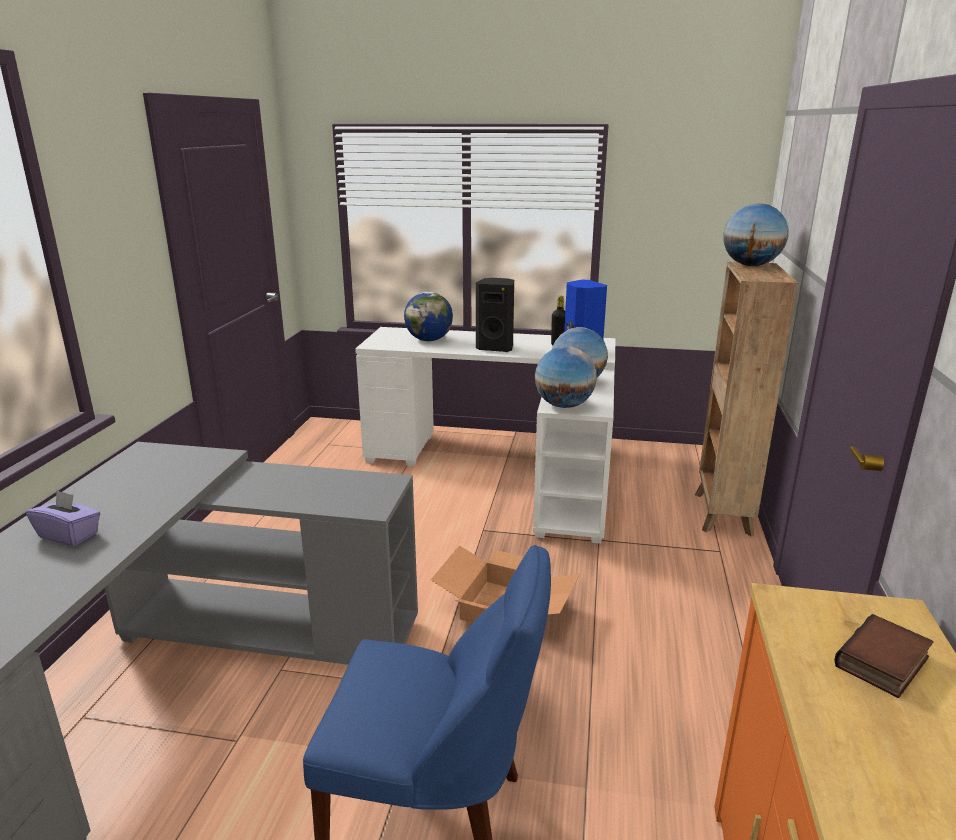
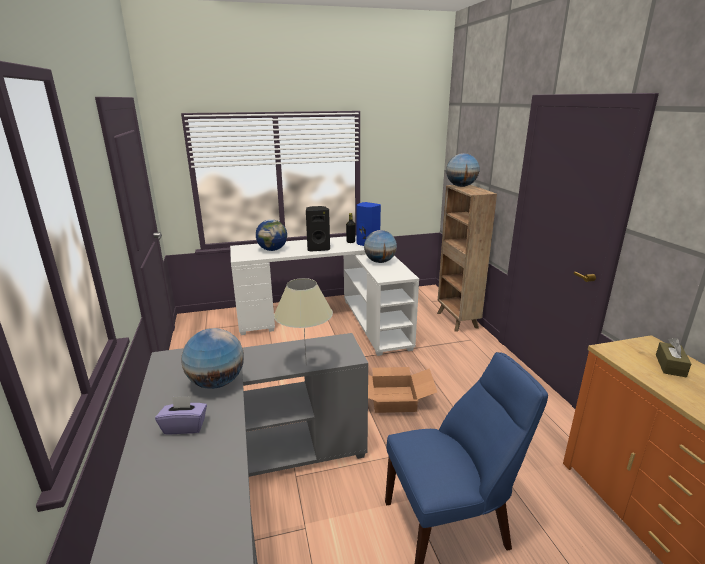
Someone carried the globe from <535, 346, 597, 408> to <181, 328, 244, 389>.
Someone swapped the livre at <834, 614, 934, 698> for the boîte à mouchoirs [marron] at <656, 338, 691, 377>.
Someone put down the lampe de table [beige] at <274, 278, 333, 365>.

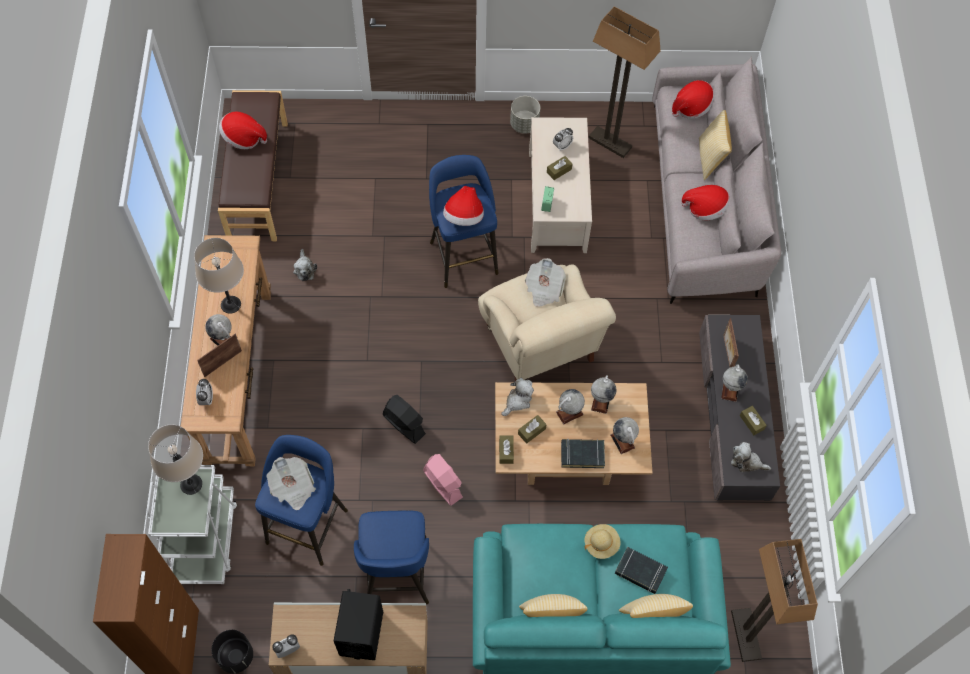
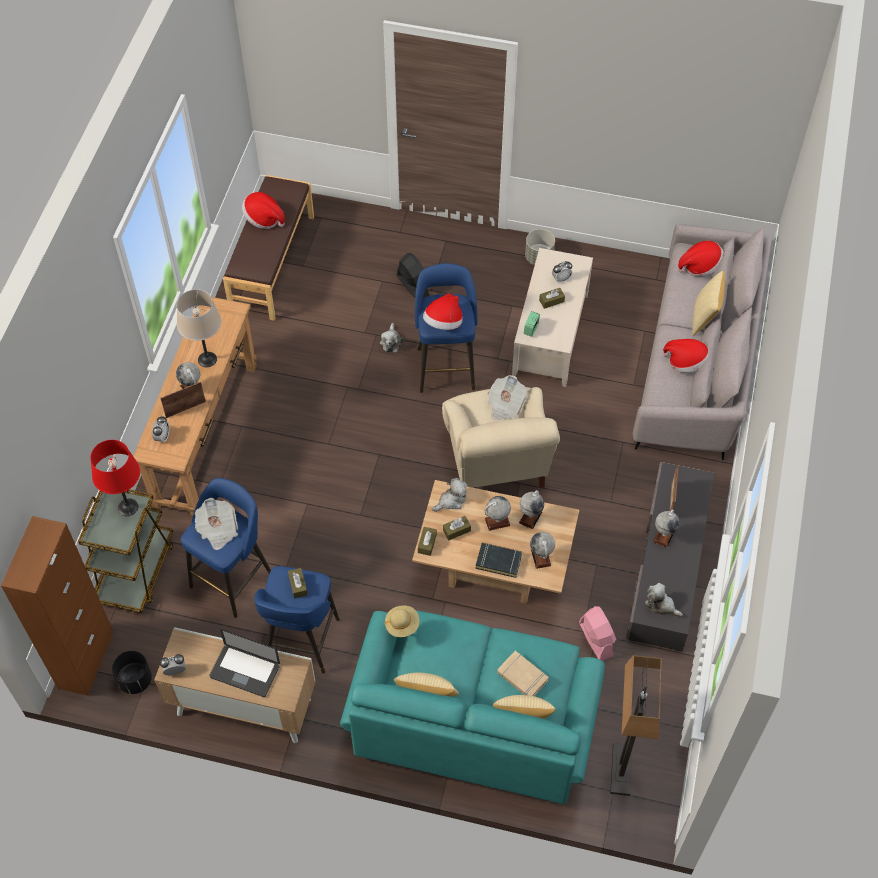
Someone repainted the chariot [blanc] at <147, 465, 238, 584>, which became the chariot [marron] at <78, 489, 174, 613>.
Someone repainted the lampe de table [beige] at <148, 425, 203, 495>, which became the lampe de table [rouge] at <90, 440, 140, 516>.
Someone carried the peluche from <293, 249, 317, 281> to <380, 323, 403, 352>.
Someone swapped the enceinte [noir] at <334, 589, 383, 660> for the ordinateur portable at <209, 629, 280, 697>.
Someone carried the ventilateur [noir] from <383, 395, 426, 444> to <397, 253, 430, 298>.
Someone carried the ventilateur [rose] from <423, 454, 463, 506> to <579, 606, 616, 661>.
Someone carried the chapeau [beige] from <585, 524, 620, 559> to <385, 605, 419, 637>.
Someone took away the lampadaire at <589, 6, 661, 158>.
Someone repainted the livre [noir] at <615, 547, 668, 594>, which became the livre [beige] at <497, 651, 549, 696>.
Someone carried the boîte à mouchoirs [marron] from <740, 406, 767, 435> to <288, 568, 308, 599>.

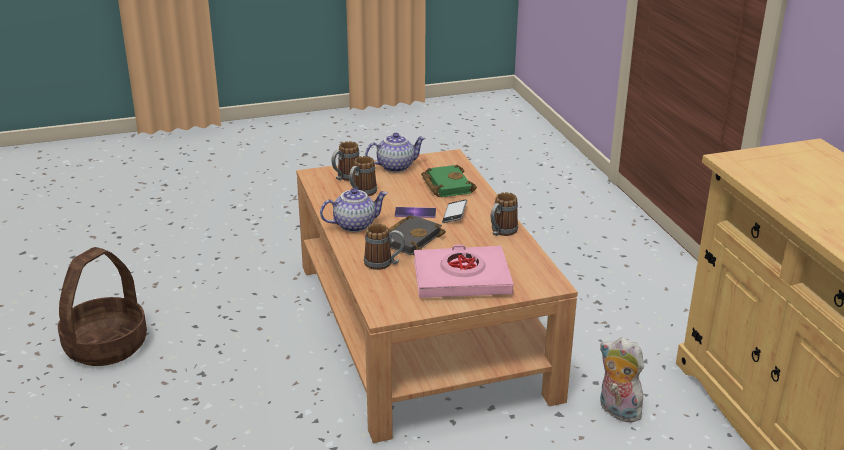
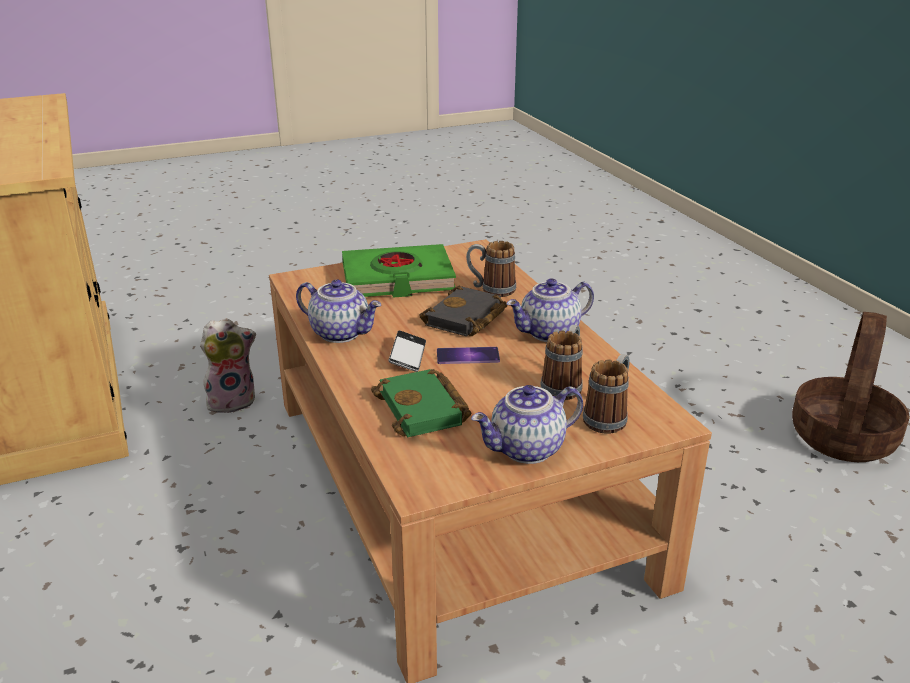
Someone repainted the livre [rose] at <414, 244, 513, 298>, which became the livre [vert] at <342, 244, 456, 298>.
Someone swapped the mug at <491, 192, 518, 236> for the théière at <296, 279, 381, 343>.
Someone rotated the peluche at <599, 337, 644, 423> by 60 degrees counterclockwise.

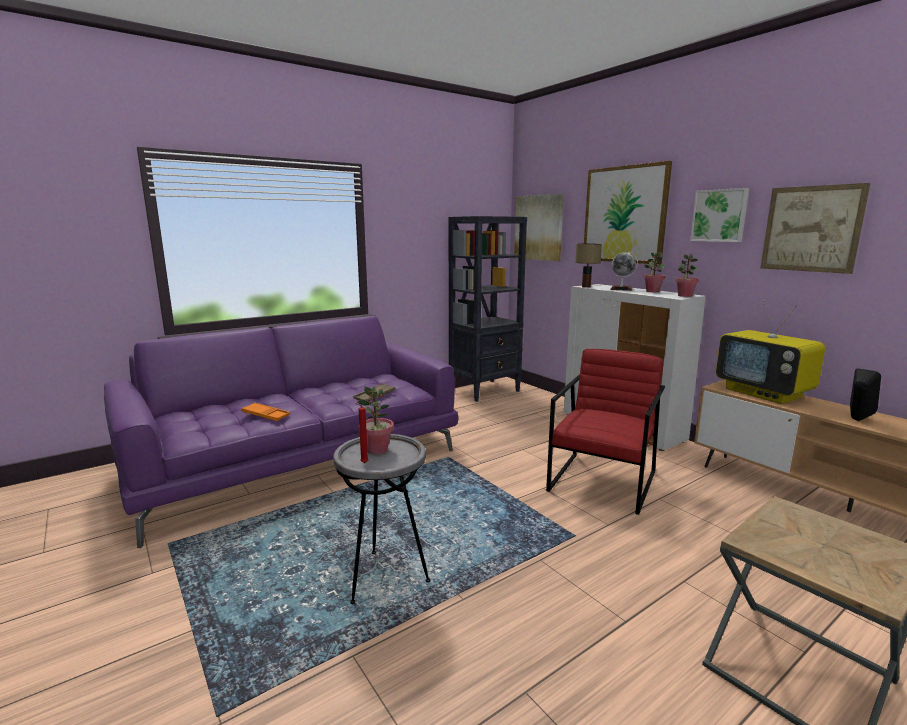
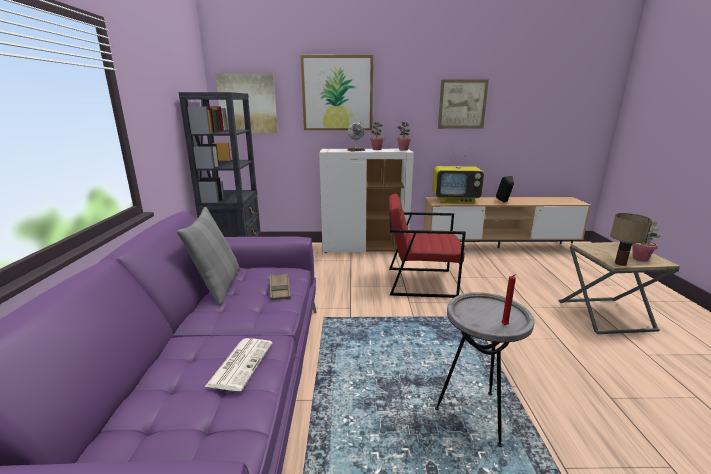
Someone swapped the plateau [orange] at <241, 403, 290, 421> for the journal at <205, 338, 273, 391>.
Someone carried the plante en pot from <357, 386, 394, 454> to <632, 220, 661, 261>.
Someone rotated the fauteuil [rouge] at <546, 349, 665, 515> by 60 degrees counterclockwise.
Someone carried the lampe de table from <575, 244, 602, 288> to <610, 213, 651, 266>.
Someone took away the tableau at <690, 188, 749, 242>.
Someone put down the coussin [gris] at <177, 207, 240, 305>.

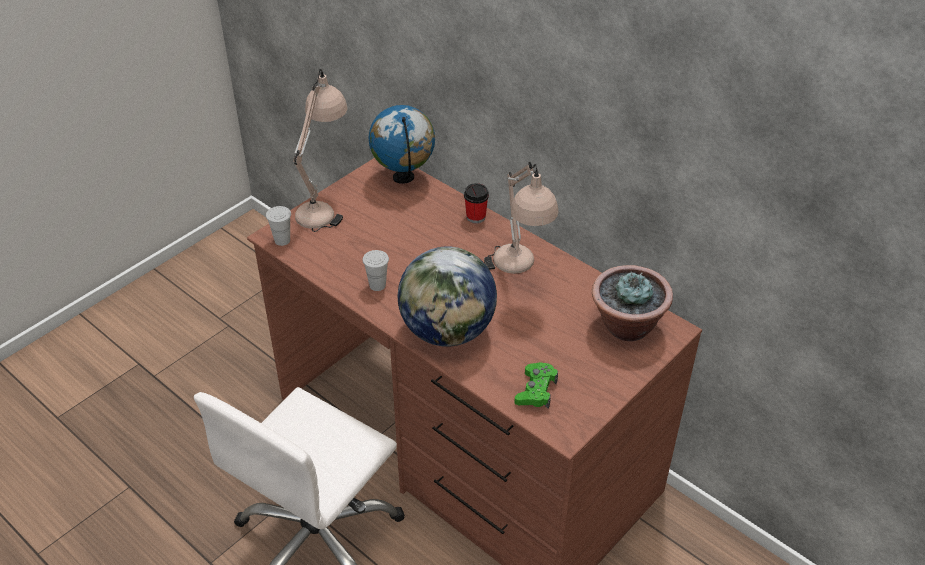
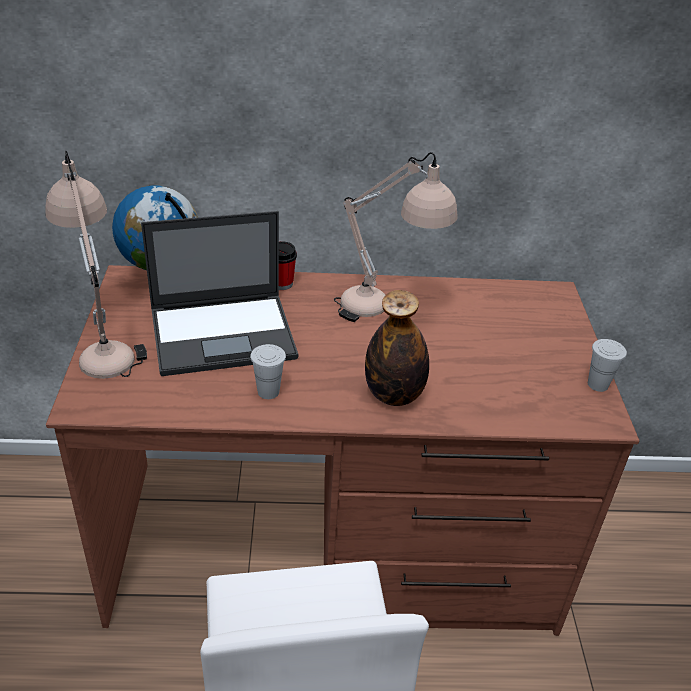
Someone carried the tasse [blanc] from <266, 206, 291, 246> to <588, 339, 627, 392>.
Someone swapped the globe at <398, 246, 497, 347> for the bouteille at <365, 290, 429, 406>.
Someone took away the manette [vert] at <514, 362, 558, 409>.
Someone took away the plante en pot at <592, 265, 673, 341>.
Someone put down the ordinateur portable at <141, 211, 298, 376>.

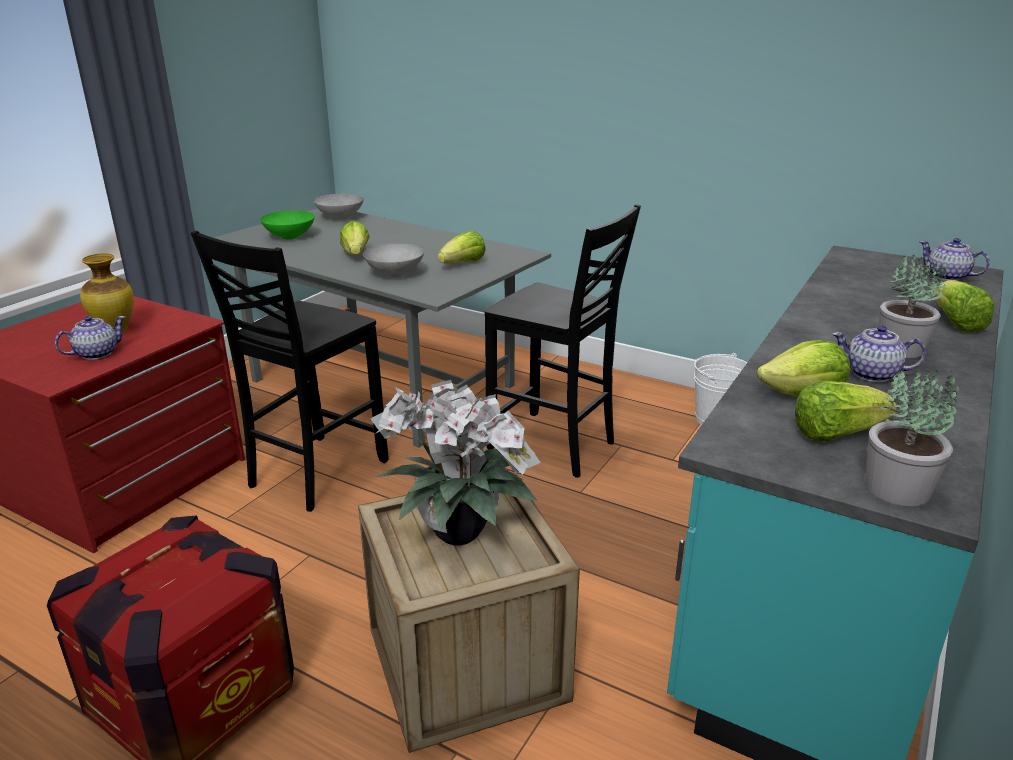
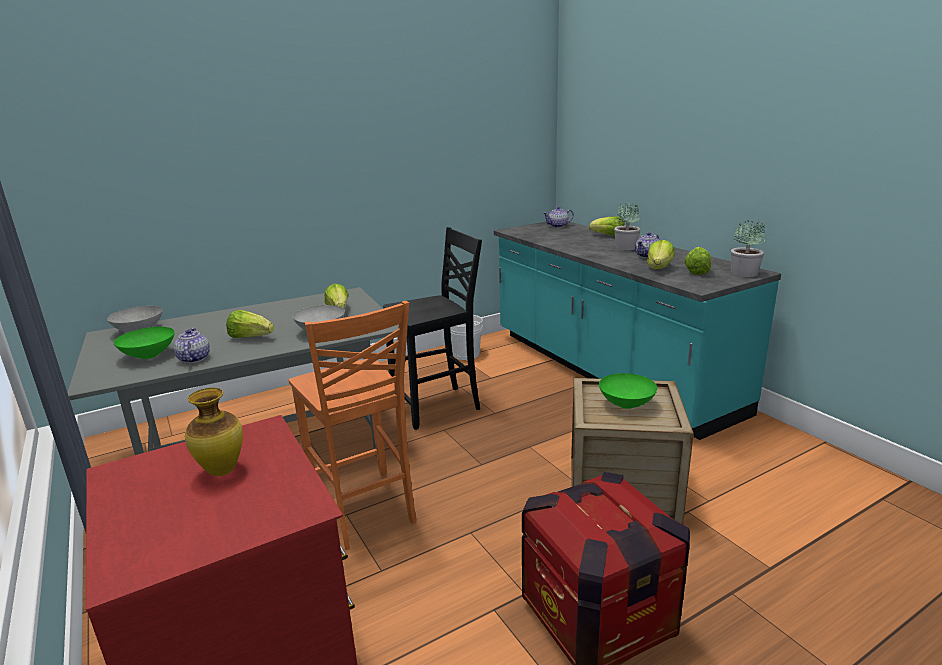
Someone carried the théière from <55, 316, 125, 360> to <174, 328, 210, 363>.
Someone repainted the chaise [noir] at <191, 231, 389, 512>, which became the chaise [orange] at <289, 301, 416, 550>.
Someone swapped the plante en pot at <370, 380, 541, 546> for the bol [vert] at <599, 373, 657, 409>.

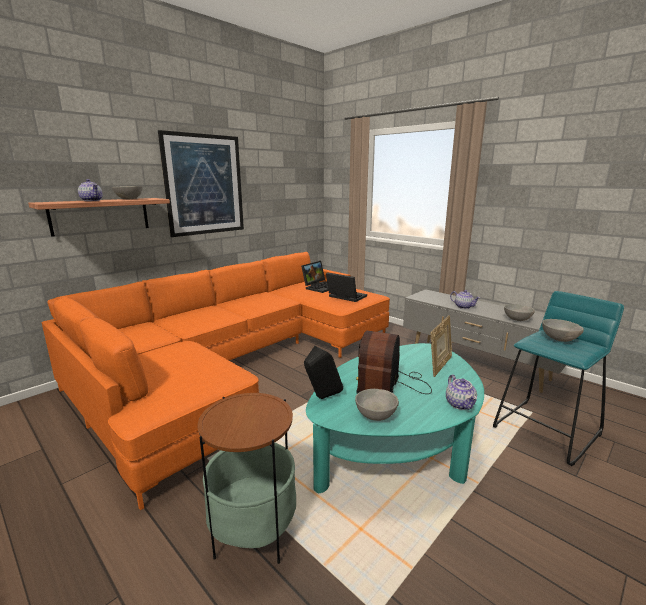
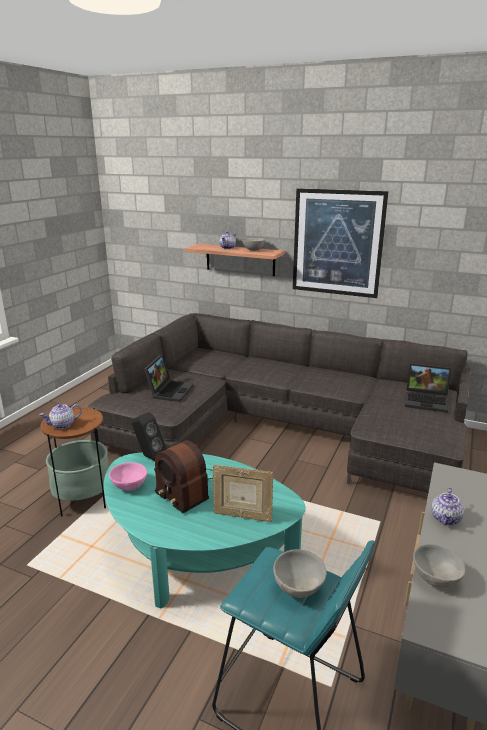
Someone repainted the canapé [orange] at <41, 252, 390, 510>, which became the canapé [gris] at <88, 313, 471, 493>.
Someone carried the ordinateur portable from <326, 272, 367, 302> to <144, 354, 194, 402>.
Someone repainted the bol [gris] at <355, 389, 399, 421>, which became the bol [rose] at <109, 462, 147, 491>.
Someone rotated the radio at <356, 331, 432, 394> by 135 degrees counterclockwise.
Someone carried the théière from <446, 374, 477, 410> to <39, 404, 82, 429>.

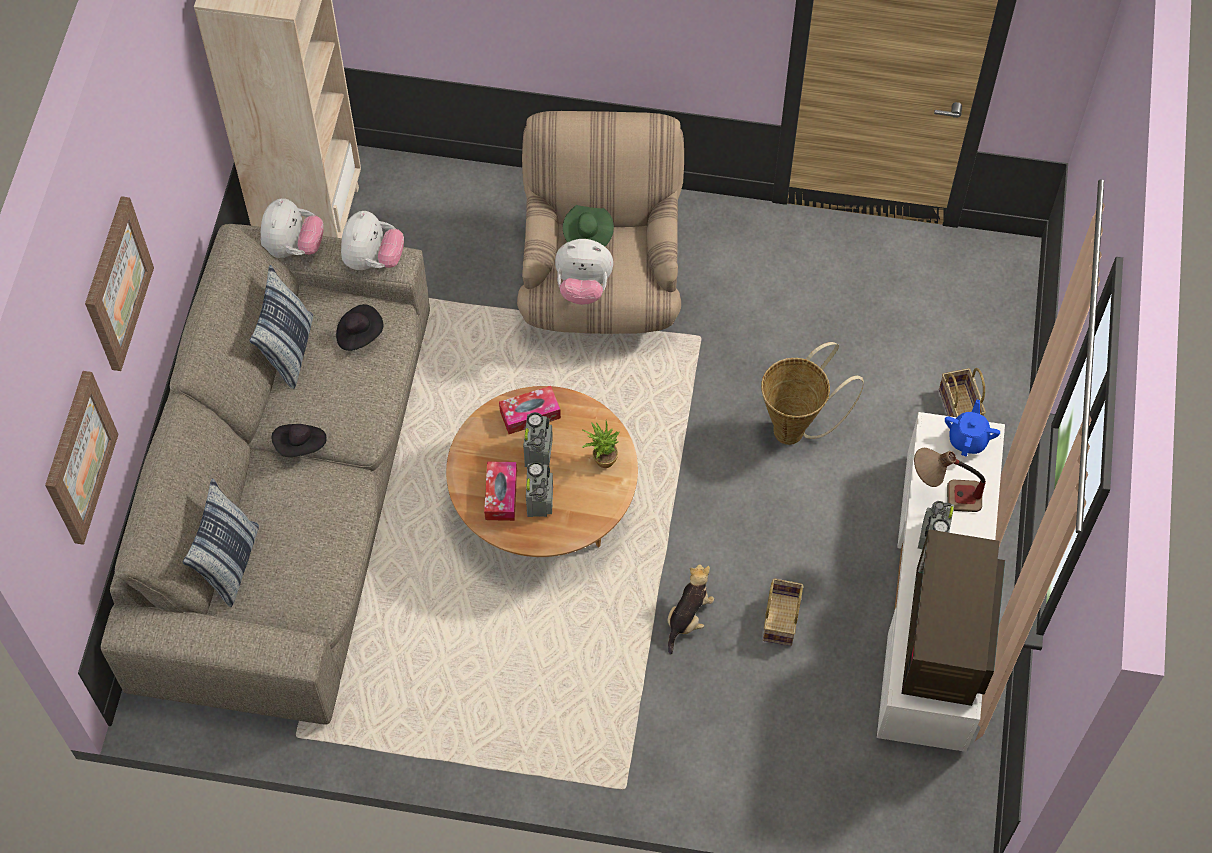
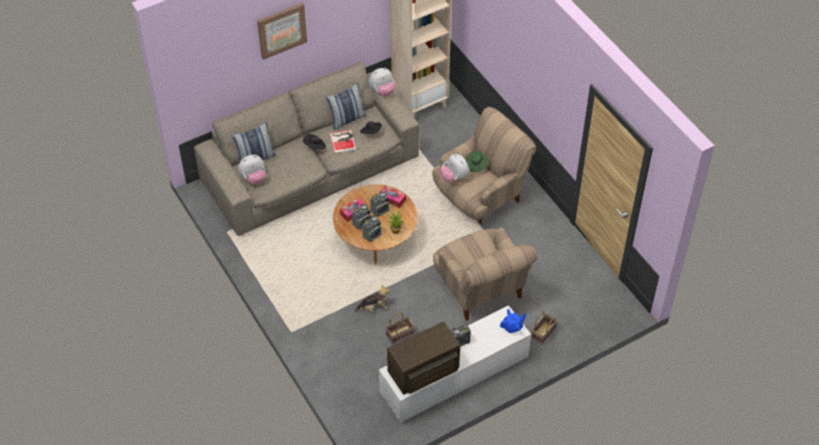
Someone took away the tableau at <45, 371, 119, 545>.
Someone carried the peluche from <341, 211, 404, 270> to <238, 155, 266, 184>.
Someone swapped the panier at <761, 342, 864, 445> for the fauteuil [beige] at <433, 228, 537, 321>.
Someone took away the lampe de table at <914, 448, 986, 512>.
Someone put down the livre at <329, 130, 356, 154>.
Someone put down the radio at <362, 216, 381, 242>.

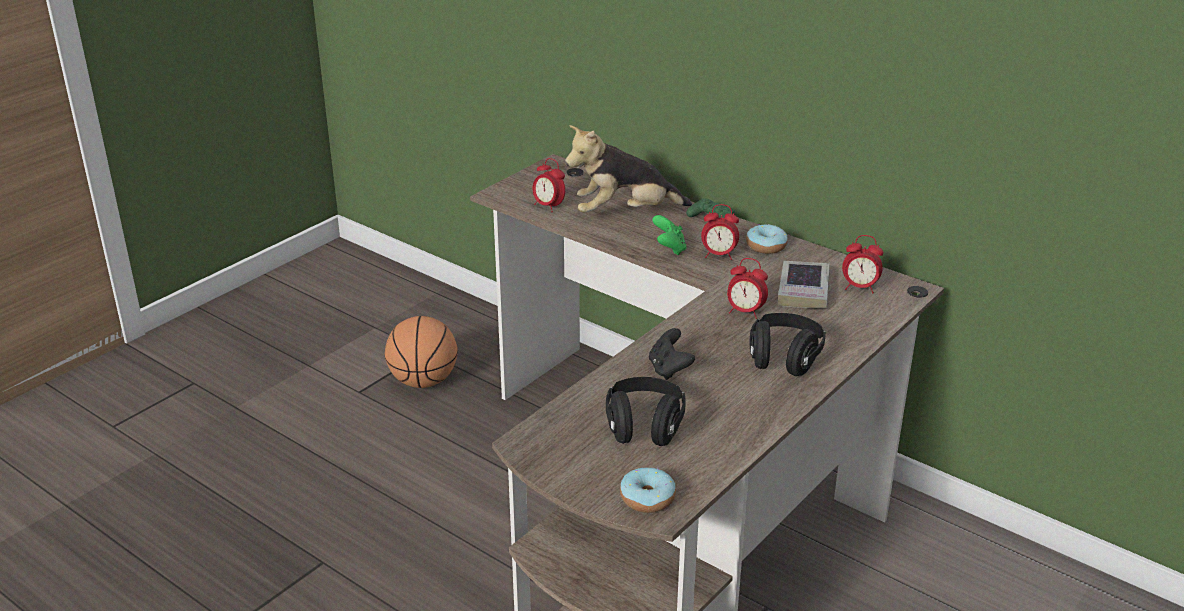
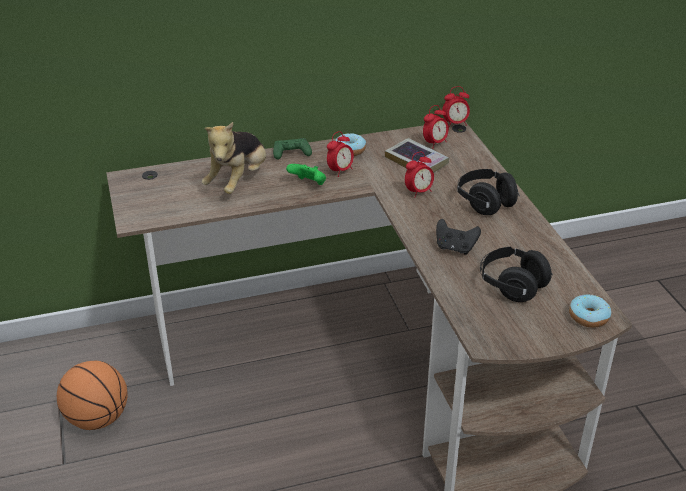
Someone carried the réveil from <533, 158, 565, 212> to <442, 86, 470, 126>.

